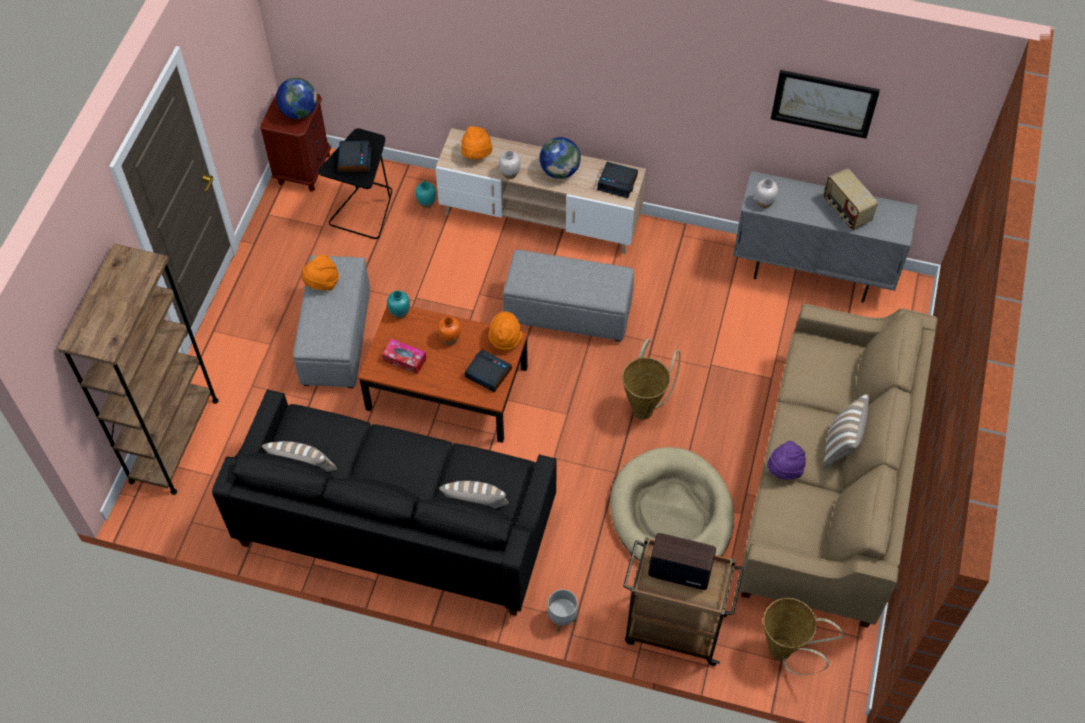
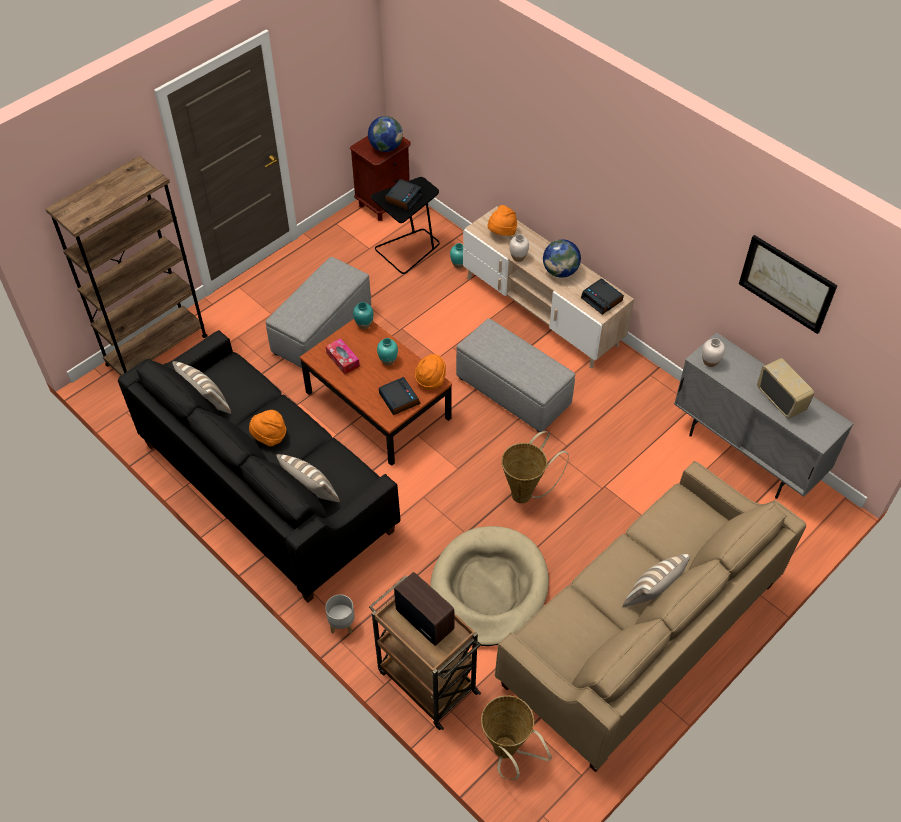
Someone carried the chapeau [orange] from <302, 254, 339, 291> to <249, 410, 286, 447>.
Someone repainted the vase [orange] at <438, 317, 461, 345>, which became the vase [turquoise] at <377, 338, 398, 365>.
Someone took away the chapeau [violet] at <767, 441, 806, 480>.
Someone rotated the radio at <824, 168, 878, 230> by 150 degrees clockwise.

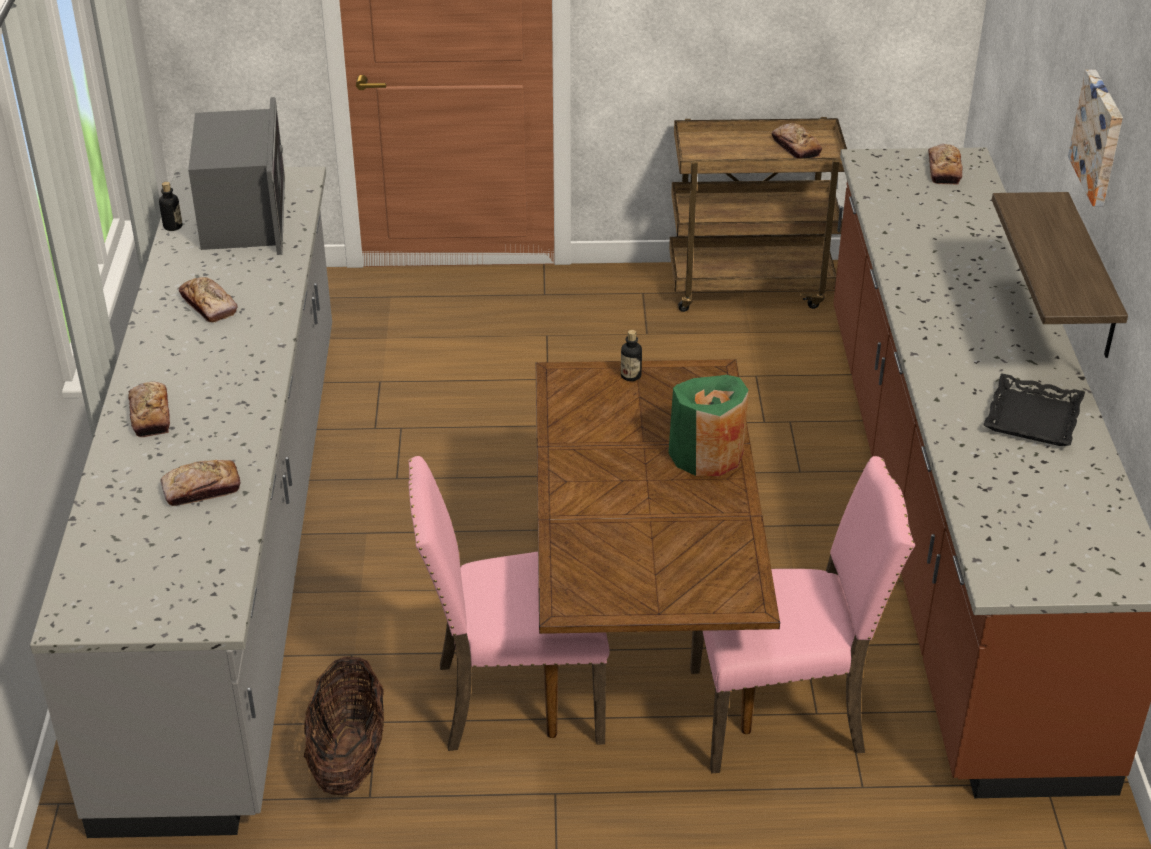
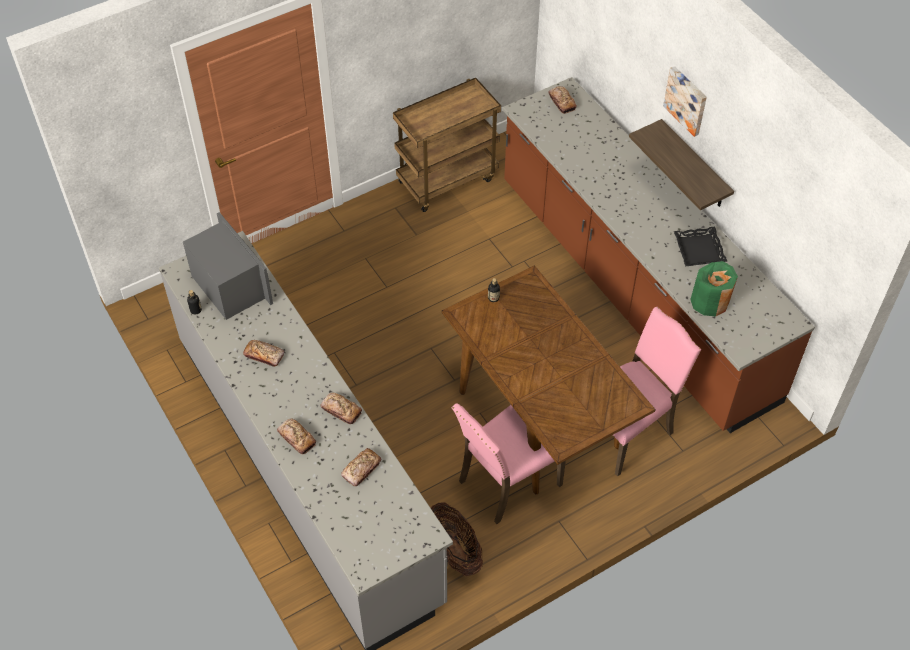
Someone carried the vase [vert] from <668, 375, 749, 476> to <690, 261, 738, 316>.
Someone carried the pain from <771, 123, 822, 158> to <320, 392, 362, 424>.

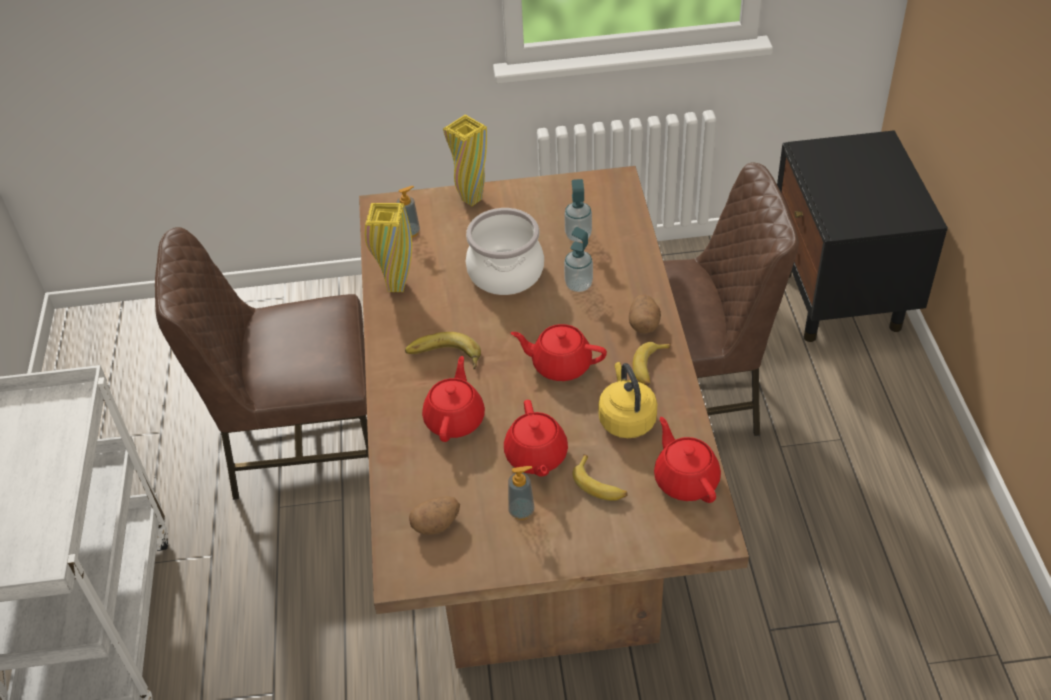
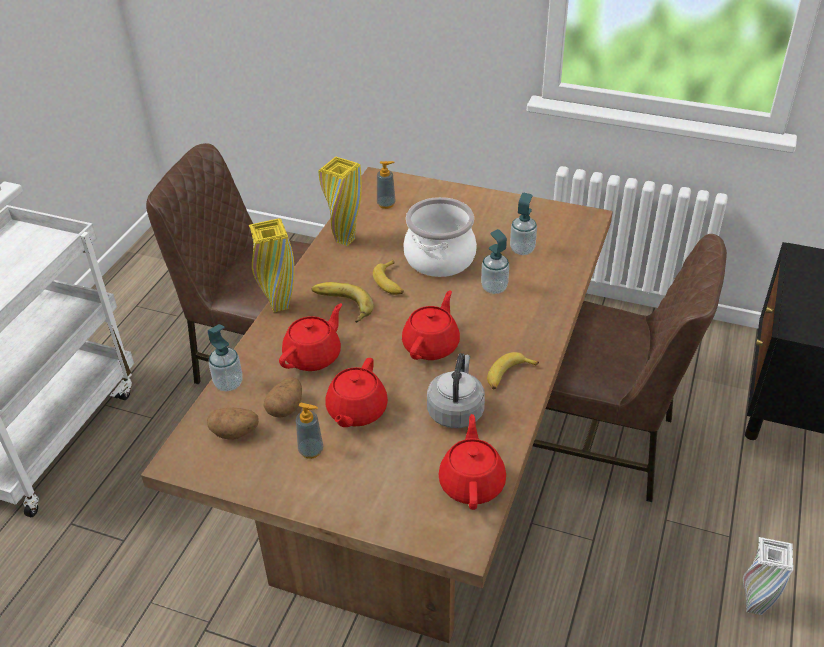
Someone carried the vase [jaune] from <443, 115, 487, 206> to <249, 218, 294, 312>.
Someone rotated the théière [rouge] at <511, 324, 607, 381> by 75 degrees clockwise.
Someone carried the banane from <572, 454, 628, 501> to <373, 260, 404, 295>.
Someone repainted the bouilloire [jaune] at <599, 362, 657, 438>, which became the bouilloire [gris] at <427, 353, 485, 428>.
Someone carried the pomme de terre from <629, 295, 661, 333> to <264, 377, 302, 417>.
Someone put down the distributeur de savon at <208, 324, 243, 391>.
Someone put down the vase [blanc] at <743, 537, 793, 615>.

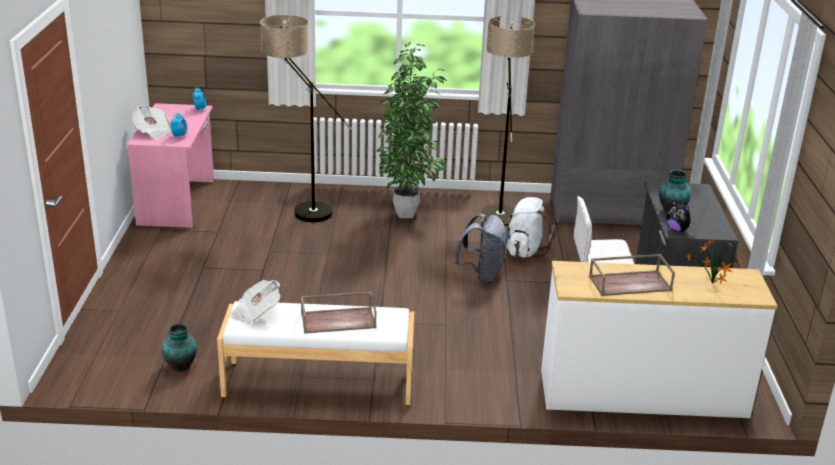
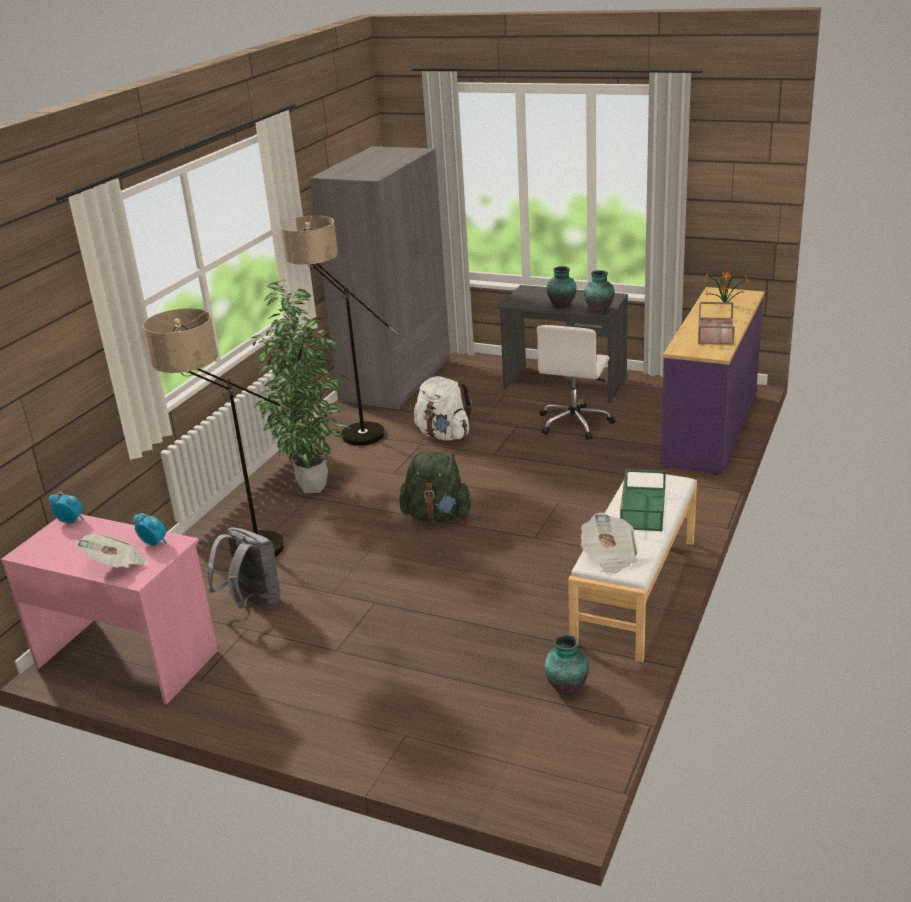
Someone repainted the plateau [marron] at <301, 292, 376, 333>, which became the plateau [vert] at <620, 469, 666, 531>.
Someone carried the sac à dos [gris] from <454, 214, 507, 283> to <208, 527, 280, 609>.
Someone repainted the commode [blanc] at <541, 261, 778, 418>, which became the commode [violet] at <661, 287, 764, 475>.
Someone swapped the peluche at <666, 200, 695, 232> for the vase at <584, 270, 614, 314>.
Someone put down the sac à dos [vert] at <399, 452, 472, 522>.

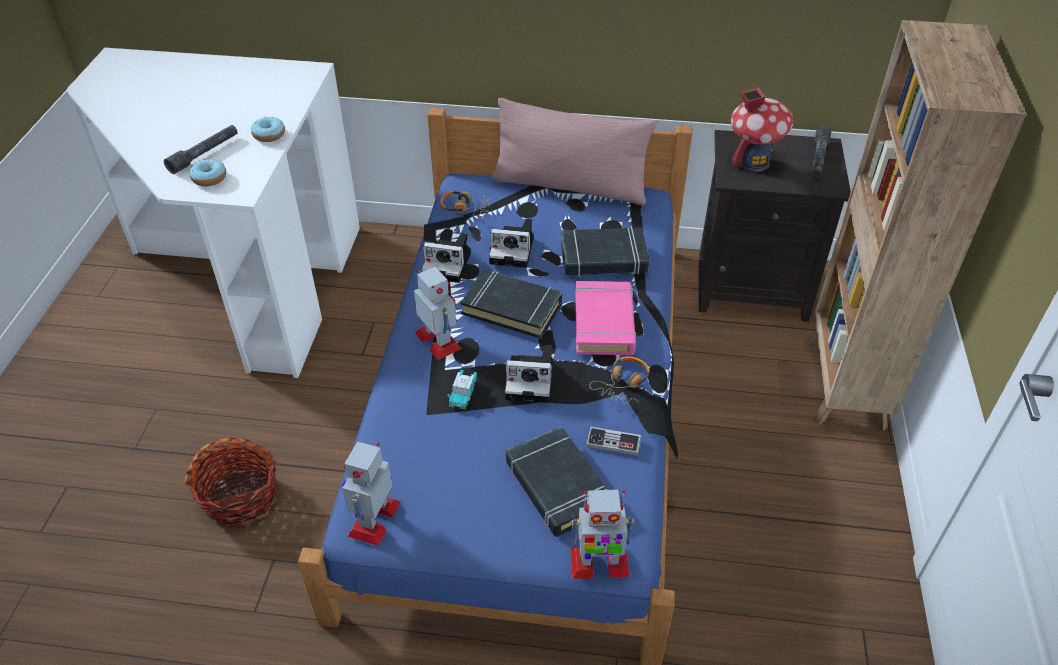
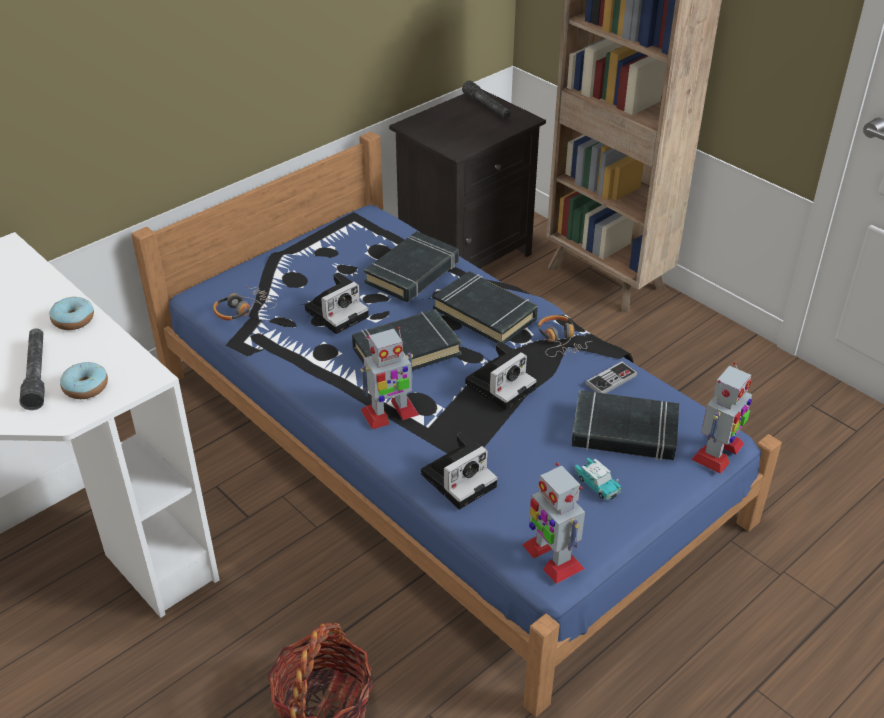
Someone rotated the robot jouet at <414, 267, 462, 360> by 150 degrees clockwise.
Someone carried the appareil photo from <421, 233, 471, 283> to <421, 432, 498, 509>.
Someone carried the petite voiture from <448, 370, 477, 410> to <574, 458, 621, 501>.
Someone took away the coussin [rose] at <492, 98, 657, 205>.
Someone repainted the livre [rose] at <575, 281, 636, 355>, which became the livre [noir] at <433, 271, 538, 344>.
Someone took away the maison miniature at <731, 87, 794, 172>.

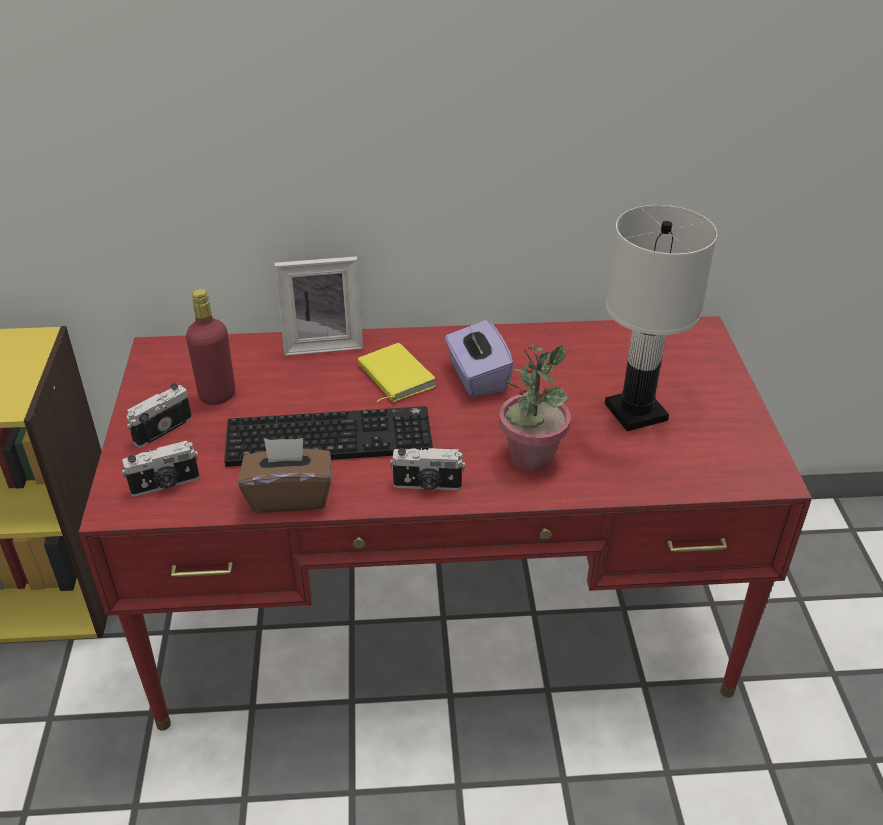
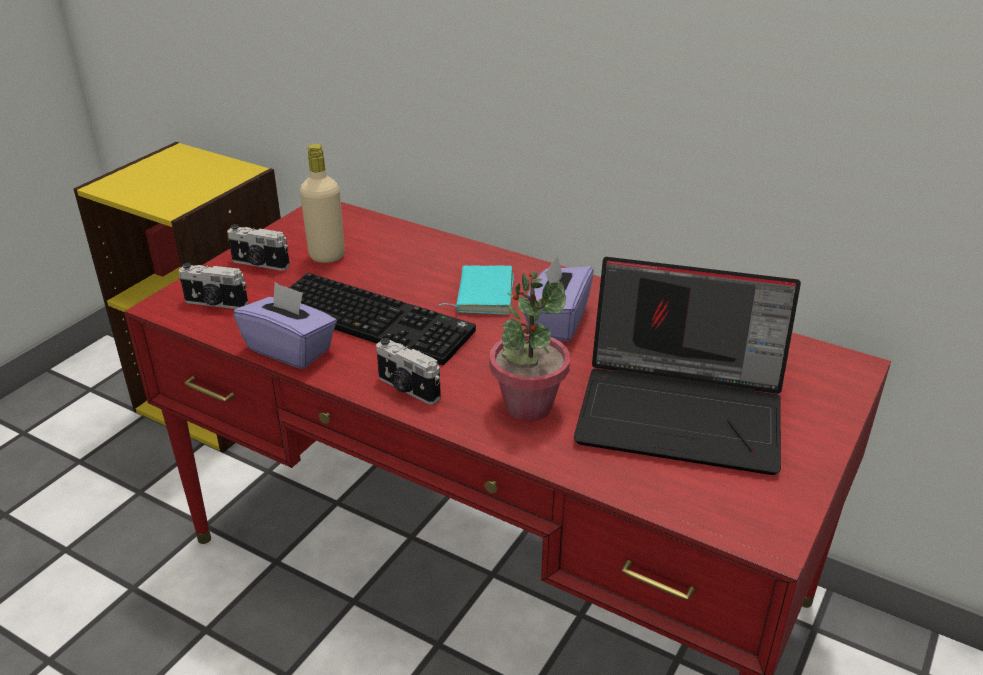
Someone rotated the appareil photo at <127, 383, 192, 448> by 150 degrees counterclockwise.
Someone repainted the bouteille [rouge] at <186, 289, 235, 405>, which became the bouteille [beige] at <300, 144, 345, 263>.
Someone repainted the boîte à mouchoirs [marron] at <238, 438, 331, 513>, which became the boîte à mouchoirs [violet] at <233, 282, 337, 369>.
Someone took away the cadre photo at <274, 256, 363, 356>.
Someone repainted the livre [jaune] at <358, 343, 436, 402>, which became the livre [turquoise] at <438, 266, 514, 315>.
Someone swapped the lampe de table [blanc] at <605, 205, 718, 431> for the ordinateur portable at <574, 257, 801, 475>.

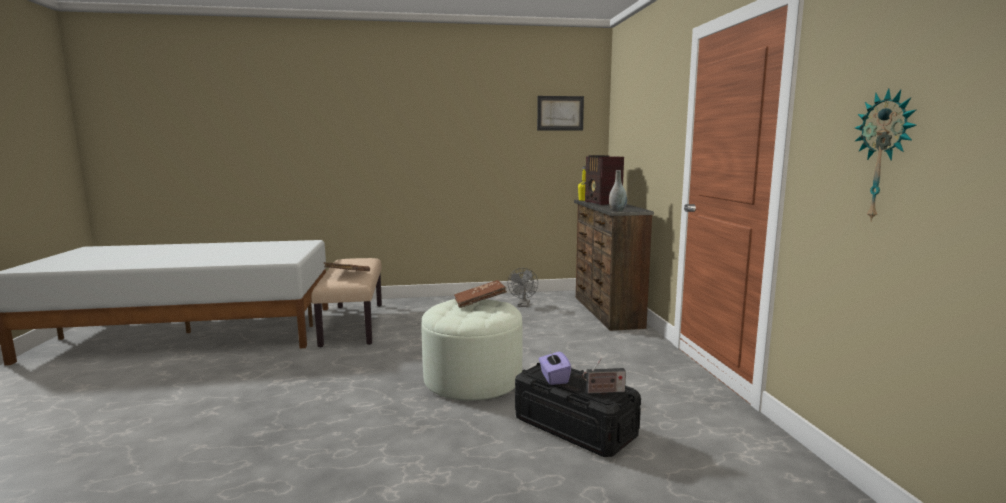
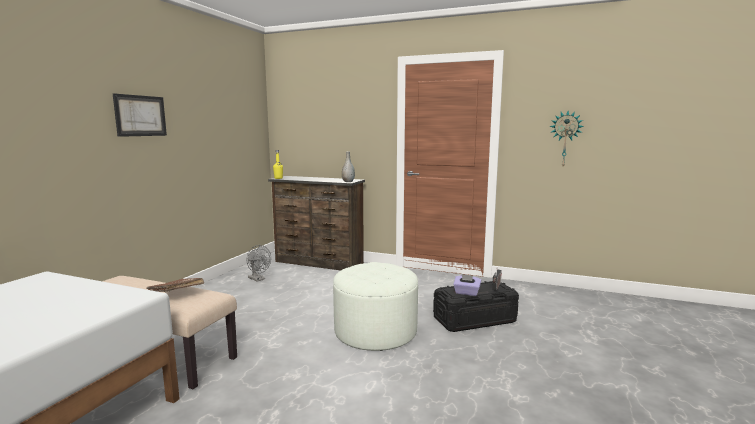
Someone took away the livre [marron] at <454, 280, 507, 308>.
Someone carried the tableau from <537, 96, 584, 131> to <113, 93, 167, 137>.
Someone took away the radio at <585, 155, 624, 205>.

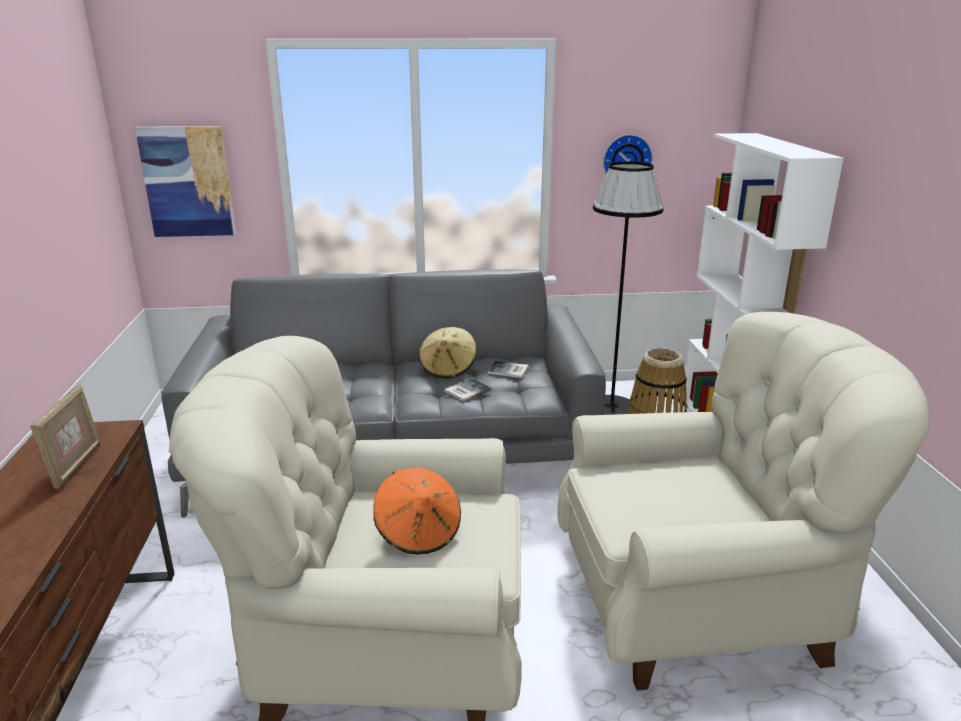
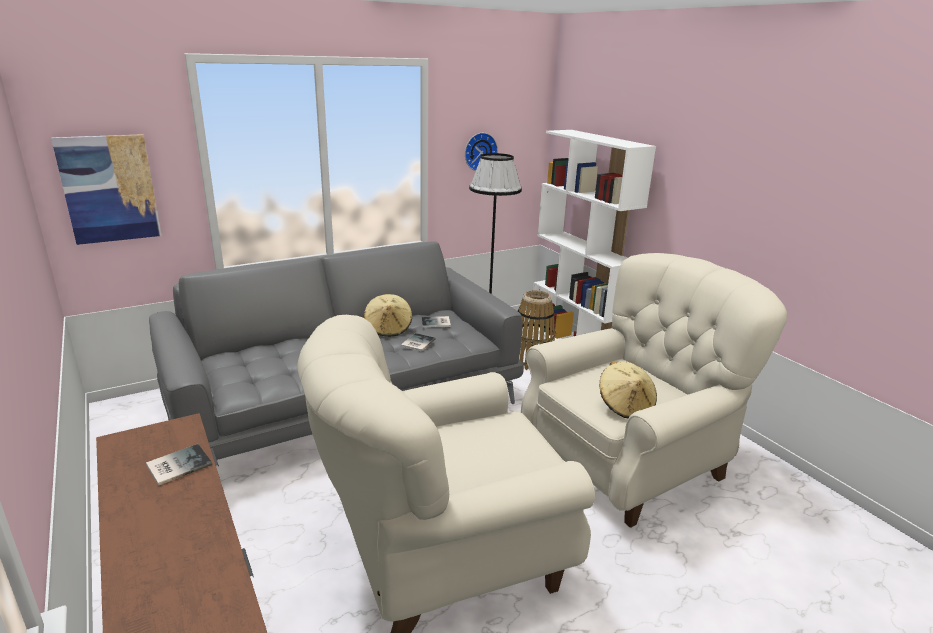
Someone swapped the cadre photo at <30, 384, 101, 490> for the livre at <146, 444, 212, 486>.
Someone took away the chapeau [orange] at <373, 467, 461, 554>.
Someone put down the chapeau [beige] at <600, 362, 657, 418>.

